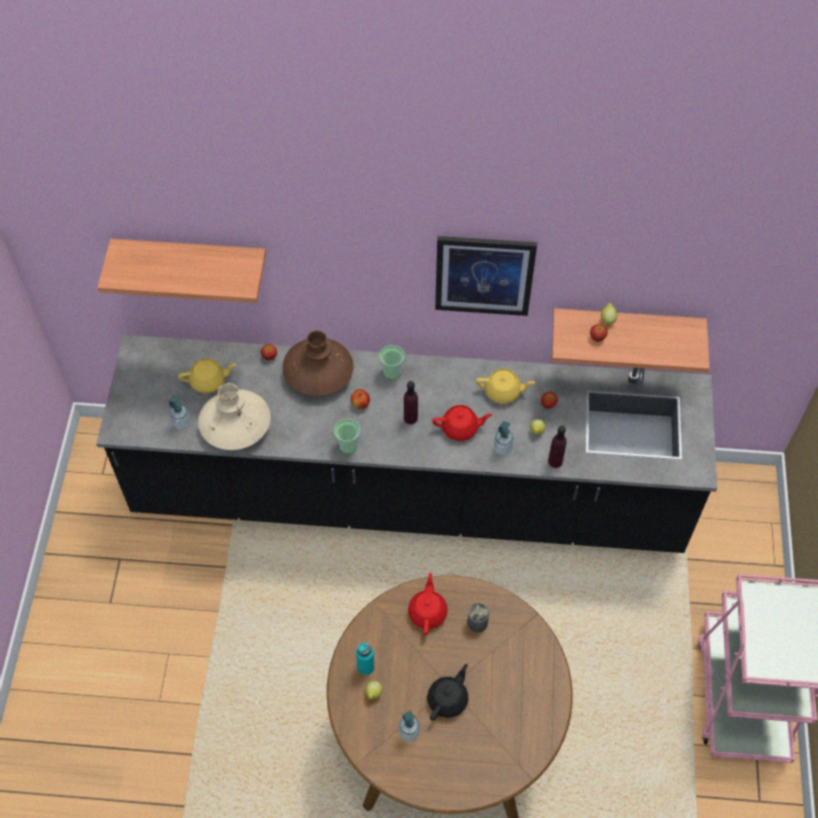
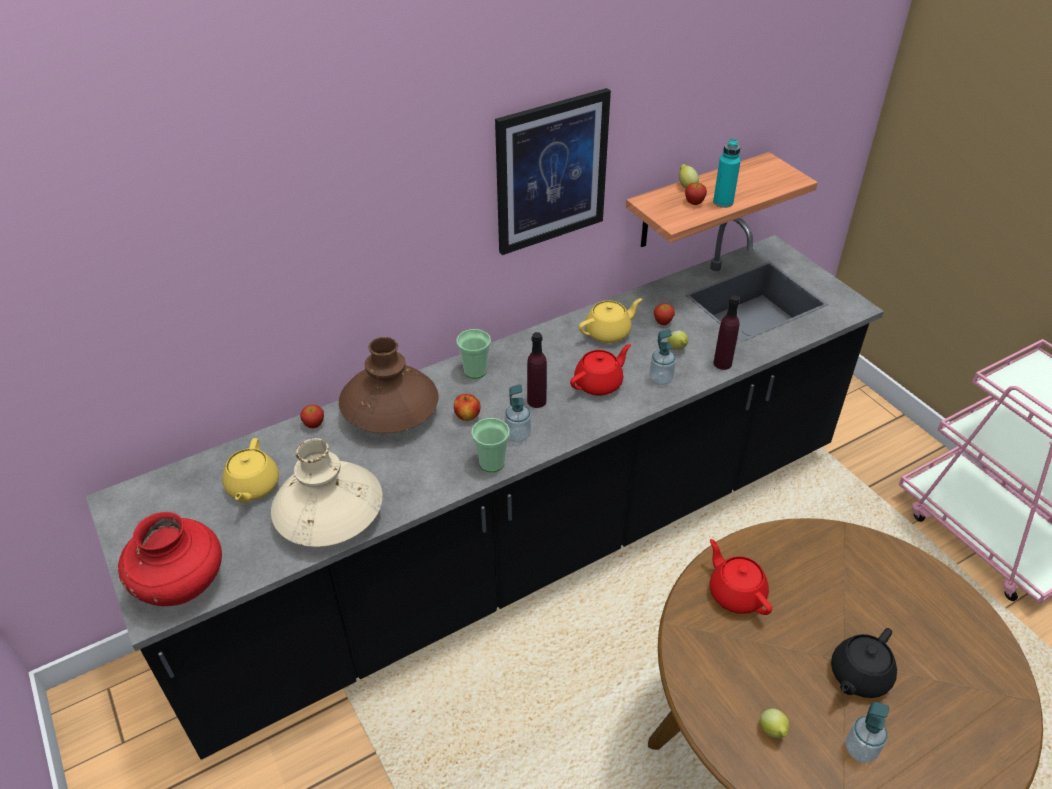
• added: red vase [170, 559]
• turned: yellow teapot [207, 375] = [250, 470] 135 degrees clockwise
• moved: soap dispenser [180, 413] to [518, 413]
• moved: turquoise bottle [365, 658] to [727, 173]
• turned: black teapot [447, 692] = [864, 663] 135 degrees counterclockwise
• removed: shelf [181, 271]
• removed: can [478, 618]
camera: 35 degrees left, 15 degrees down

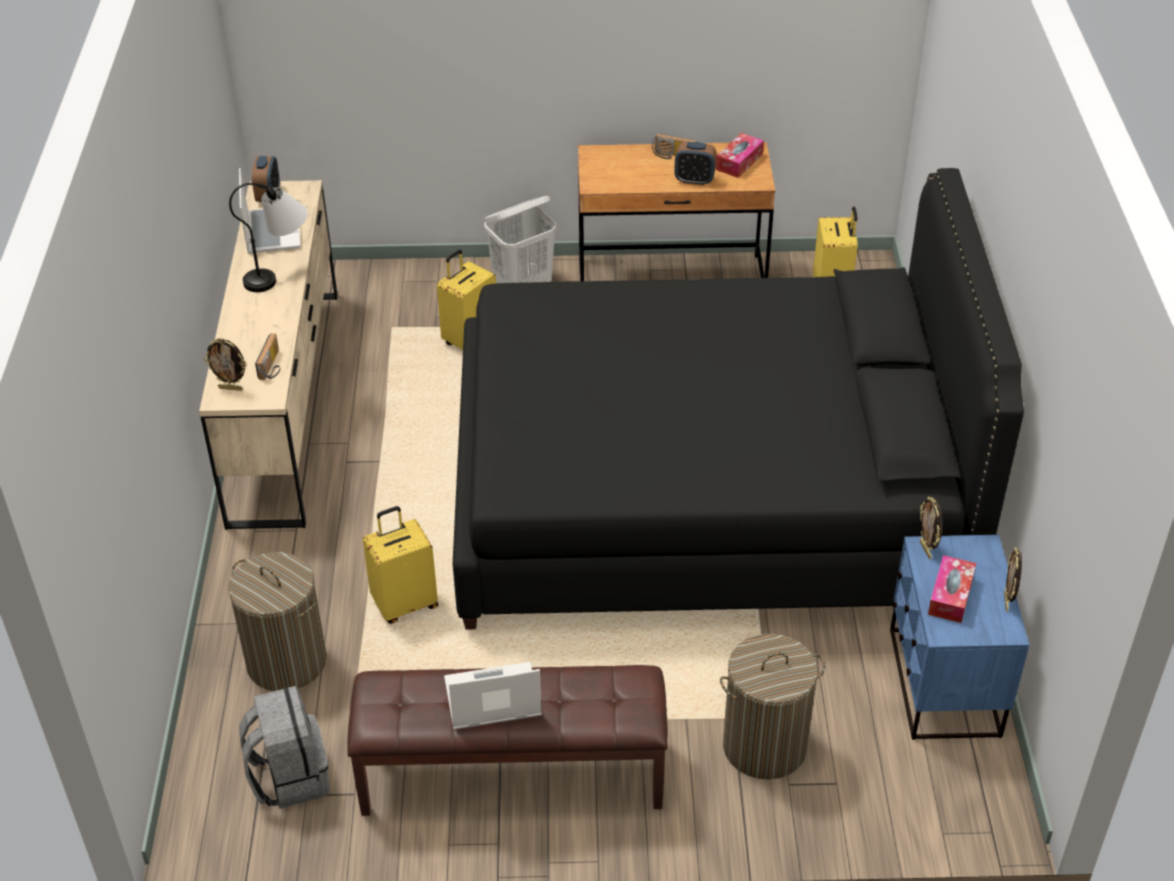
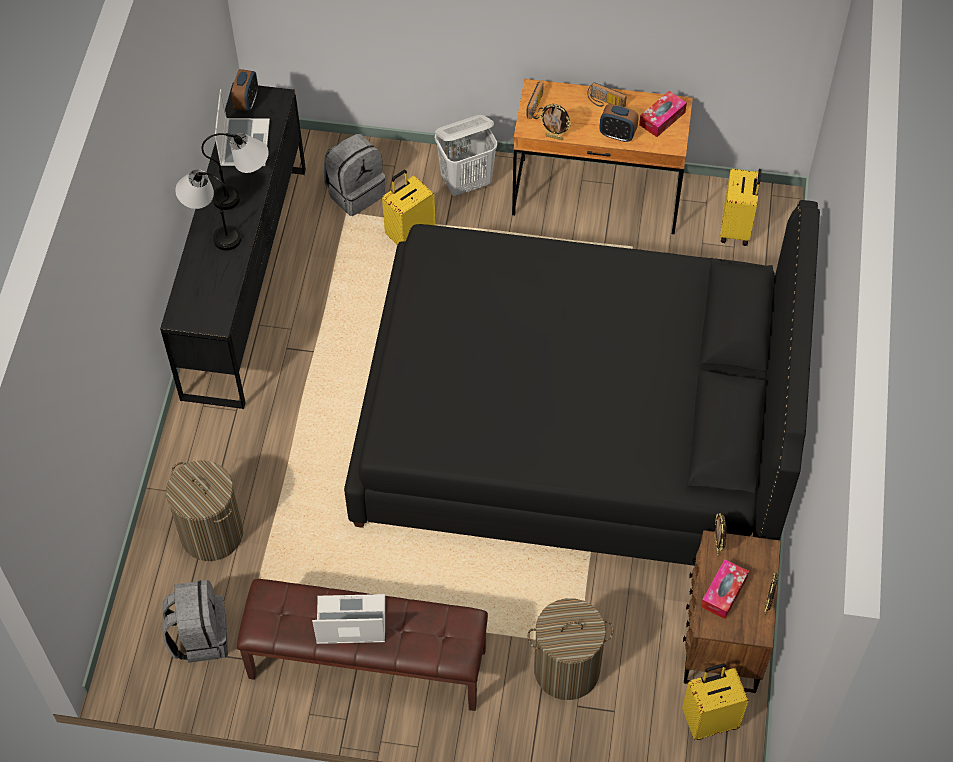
• recoloured: beige dresser [268, 355] to black dresser [233, 246]
• added: table lamp [208, 210]
• added: grey backpack [354, 175]
• moved: radio [267, 356] to [535, 100]
• moved: picture frame [225, 364] to [555, 122]
• moved: yellow suitcase [400, 565] to [715, 702]
• recoloured: blue nightstand [960, 637] to brown nightstand [732, 611]
camera: 10 degrees right, 15 degrees up

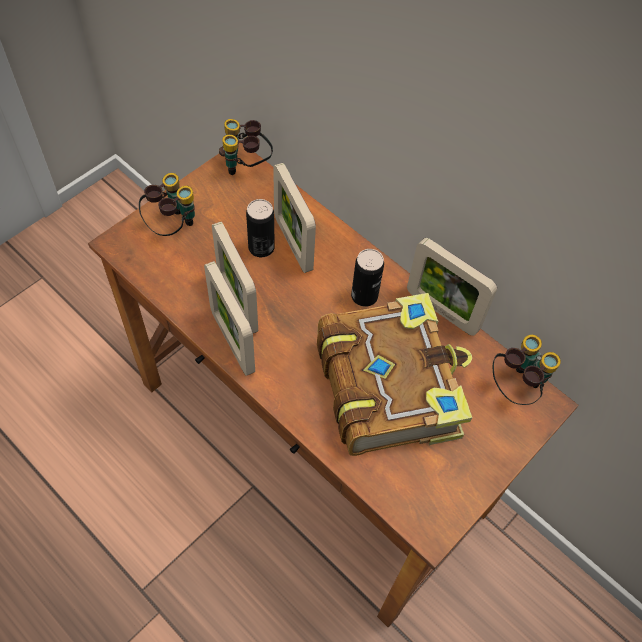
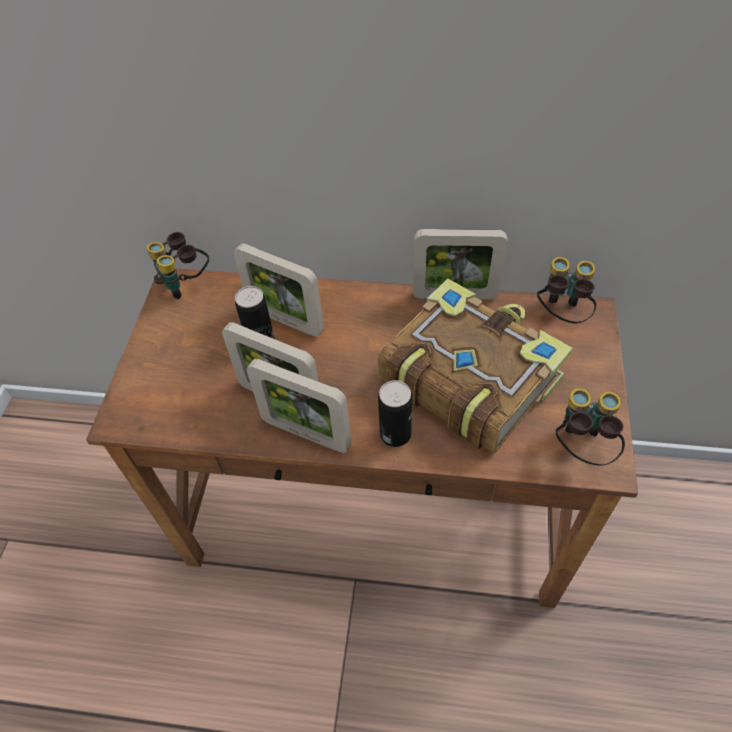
• moved: can [367, 278] to [395, 413]
• moved: binoculars [167, 204] to [590, 427]
camera: 30 degrees left, 5 degrees down

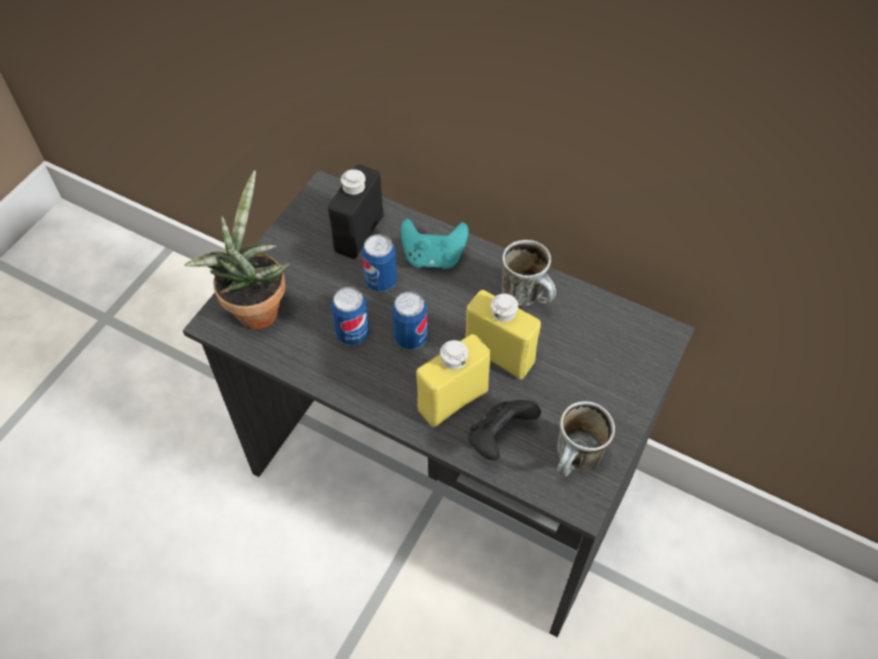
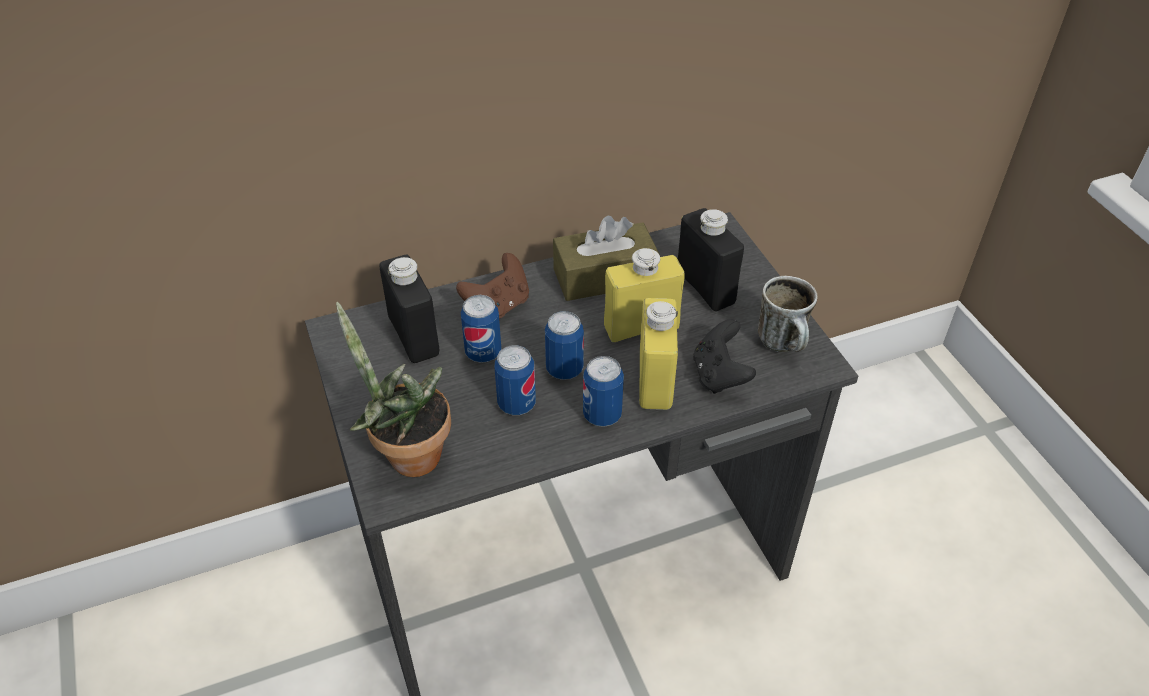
• recoloured: turquoise game controller [434, 244] to brown game controller [492, 286]
• replaced: mug [529, 273] to brown tissue box [606, 258]
• added: can [603, 391]
• added: black bottle [711, 259]
camera: 50 degrees left, 10 degrees down

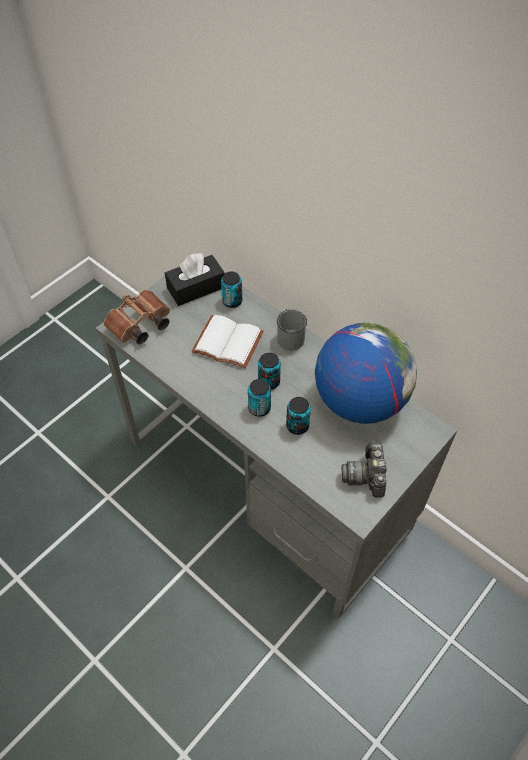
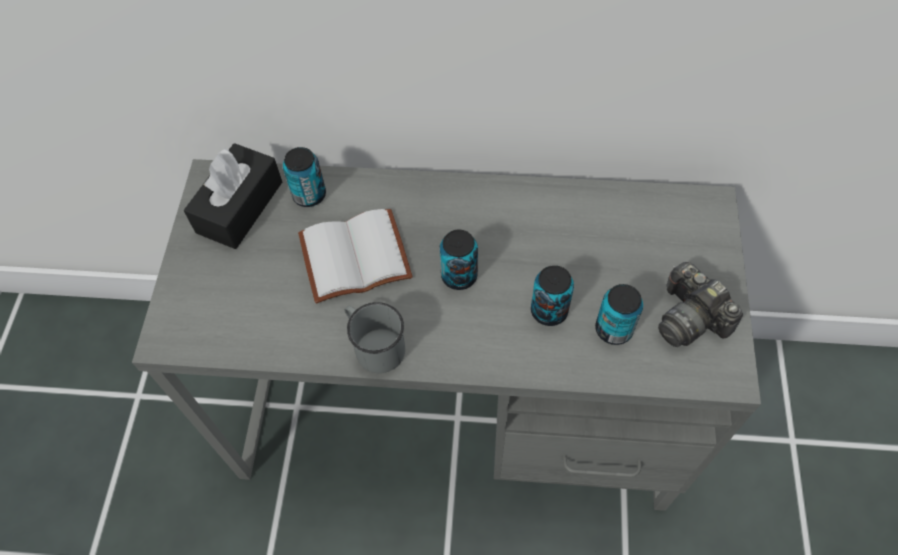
• moved: grey mug [292, 329] to [375, 337]
• moved: can [259, 398] to [619, 314]
• removed: brown binoculars [137, 317]
• removed: globe [366, 373]
camera: 35 degrees left, 5 degrees up

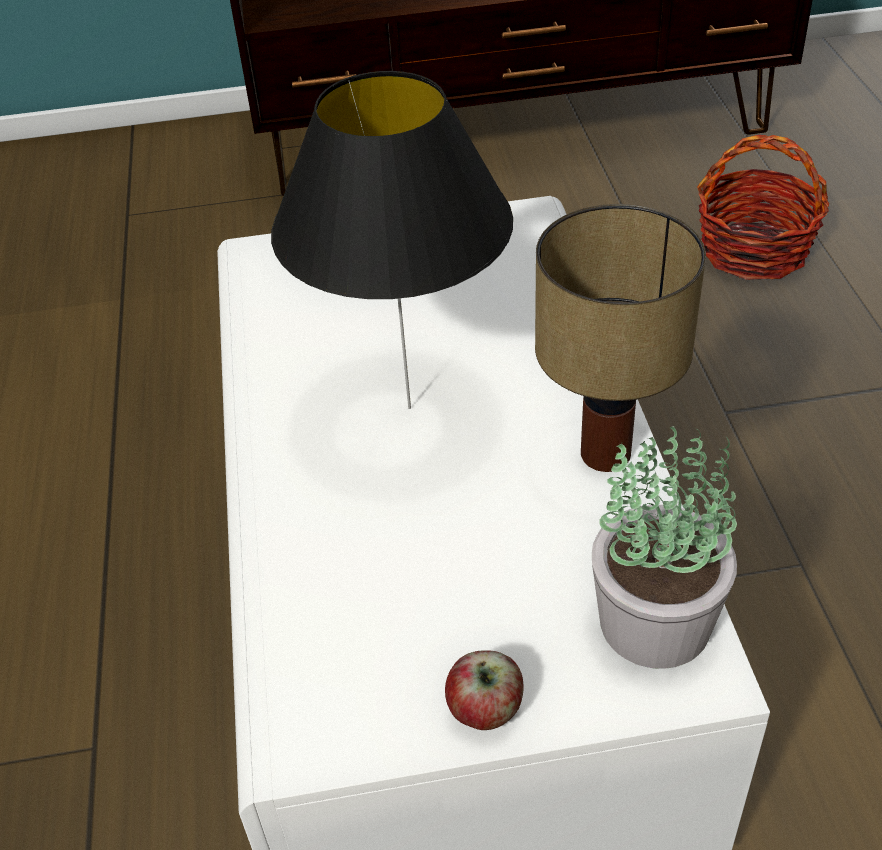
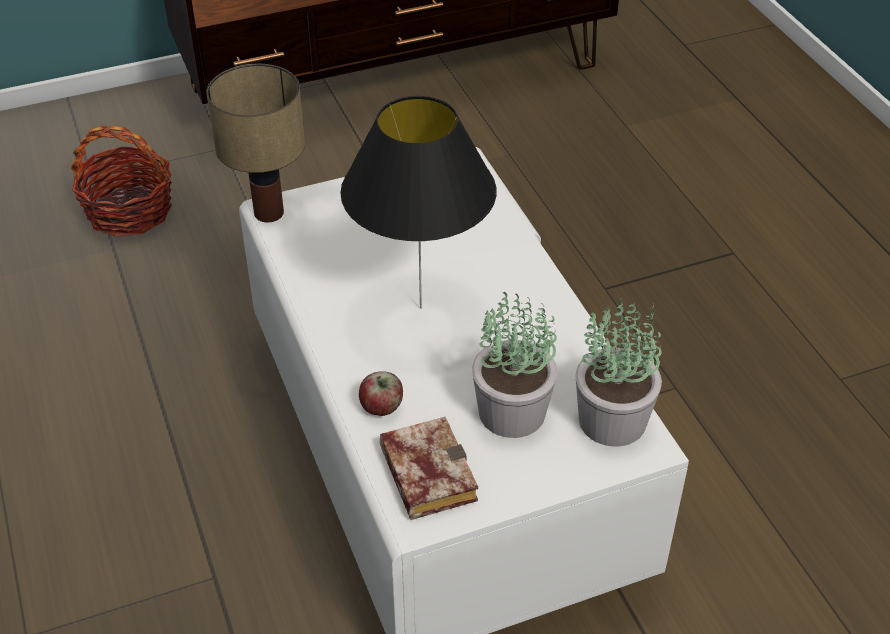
• moved: basket [763, 207] to [121, 181]
• moved: table lamp [620, 338] to [255, 143]
• moved: apple [484, 690] to [381, 393]
• added: book [429, 468]
• added: potted plant [514, 365]
camera: 15 degrees left, 0 degrees up

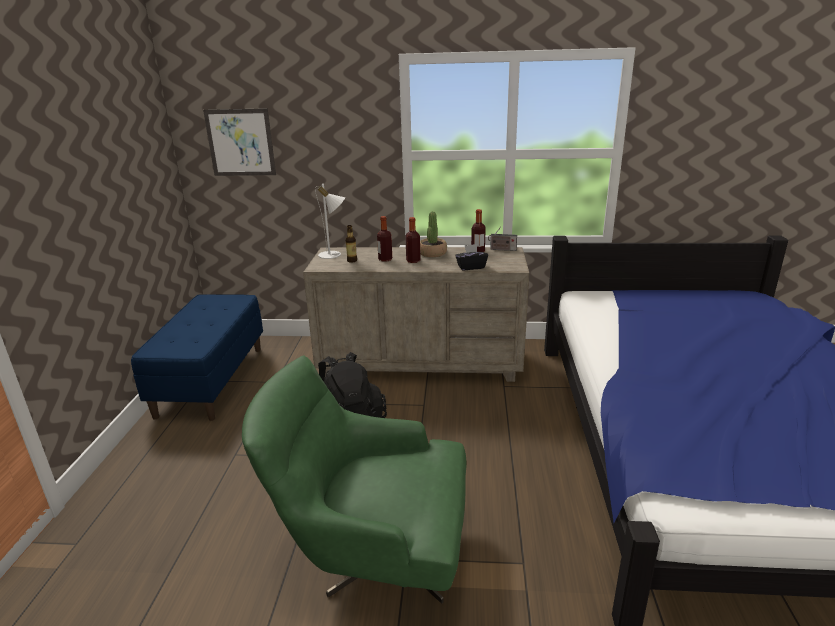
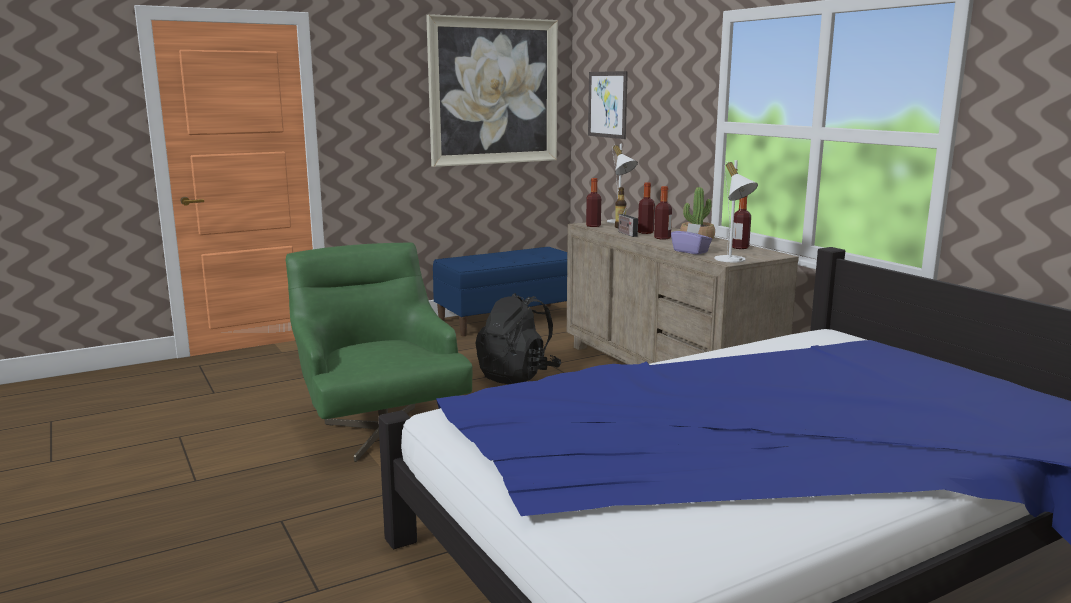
• added: picture [492, 90]
• added: bottle [593, 202]
• moved: radio [502, 239] to [628, 221]
• recoloured: black tissue box [471, 257] to purple tissue box [691, 239]
• added: white table lamp [736, 211]
camera: 55 degrees right, 10 degrees down

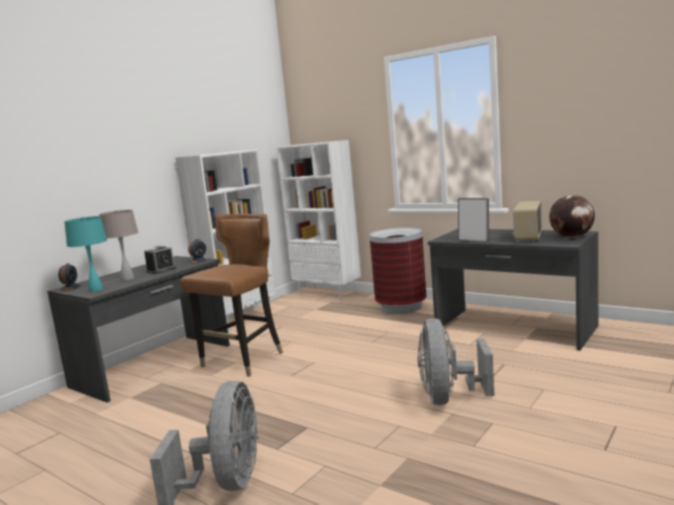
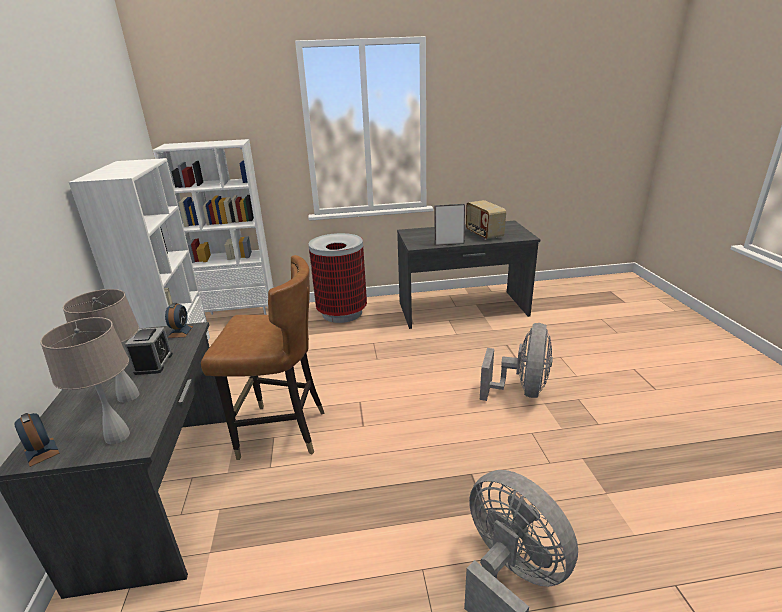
• recoloured: turquoise table lamp [85, 254] to beige table lamp [85, 380]
• turned: brown chair [231, 295] = [263, 357] 105 degrees clockwise
• turned: grey fan [455, 361] = [516, 362] 120 degrees counterclockwise
• removed: globe [572, 216]
camera: 45 degrees left, 15 degrees up

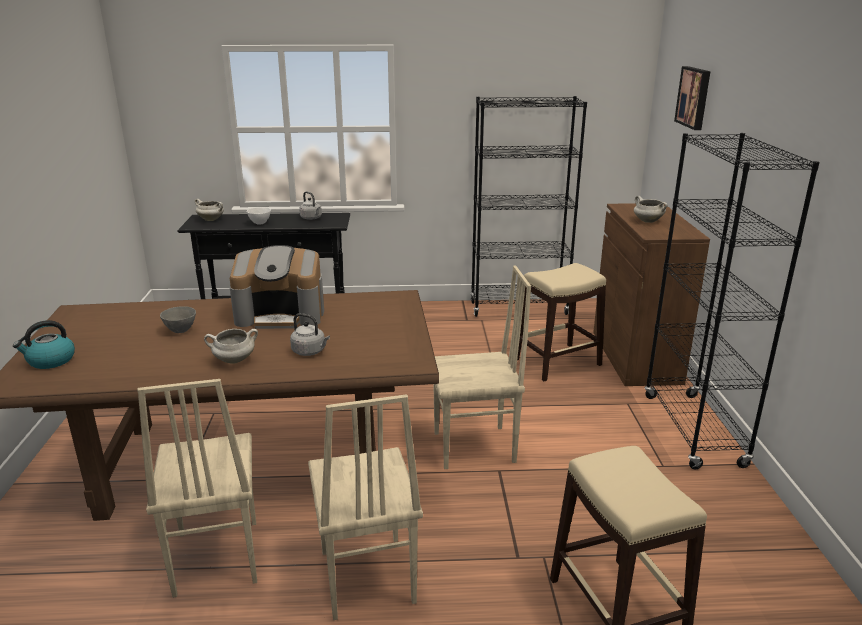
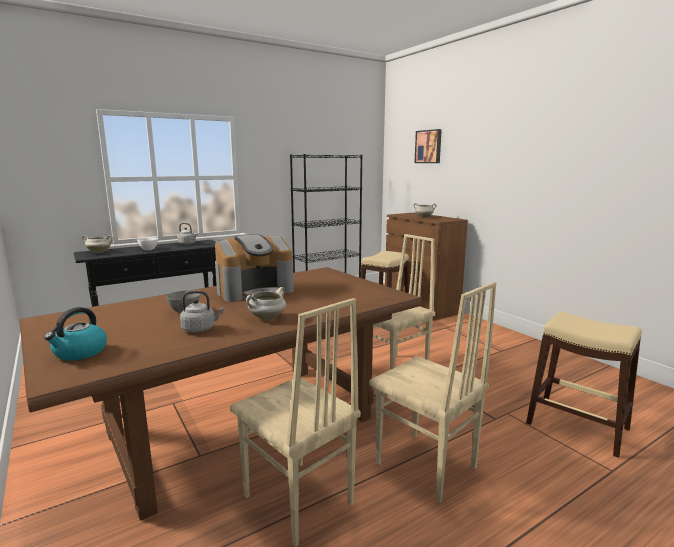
• moved: grey kettle [310, 334] to [201, 312]
• removed: black bookcase [732, 301]
camera: 30 degrees left, 10 degrees down

